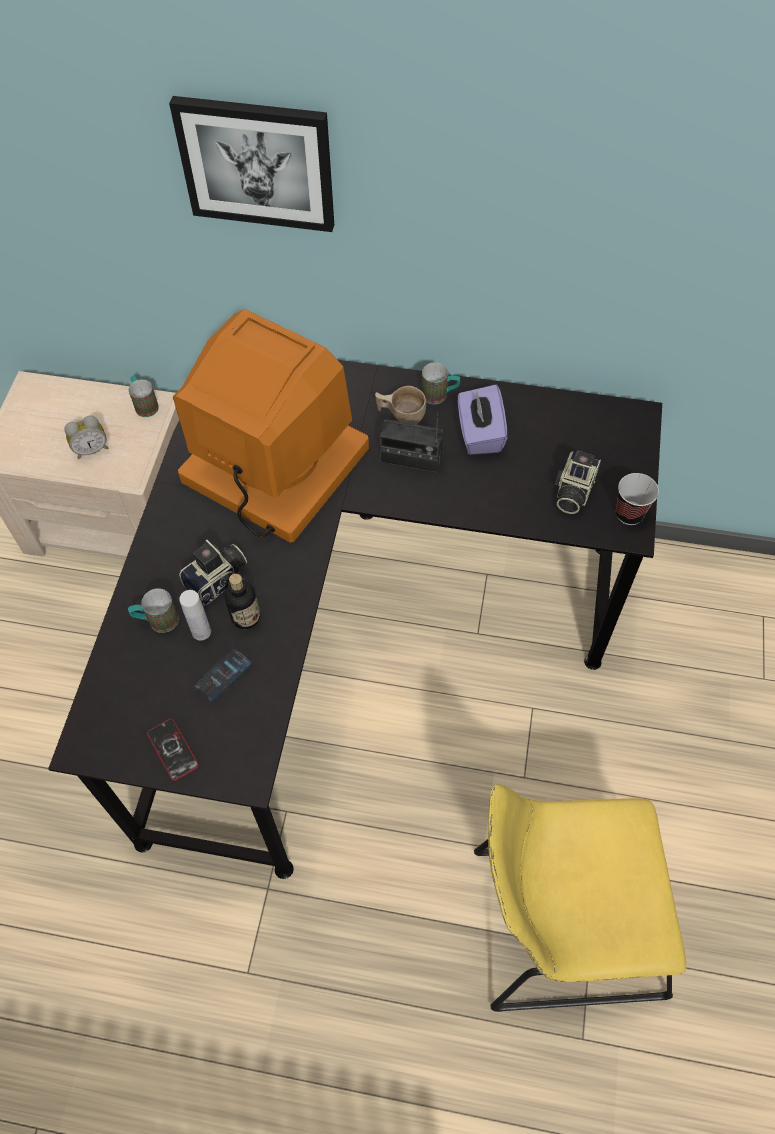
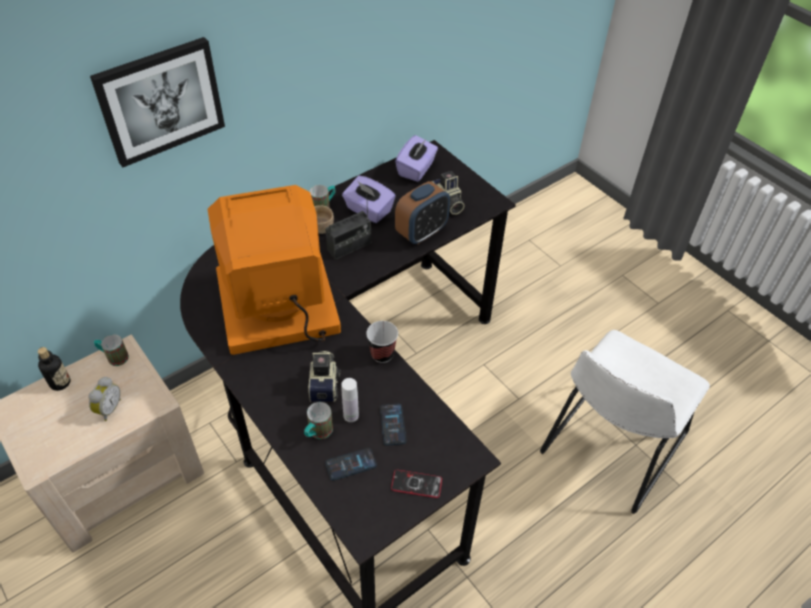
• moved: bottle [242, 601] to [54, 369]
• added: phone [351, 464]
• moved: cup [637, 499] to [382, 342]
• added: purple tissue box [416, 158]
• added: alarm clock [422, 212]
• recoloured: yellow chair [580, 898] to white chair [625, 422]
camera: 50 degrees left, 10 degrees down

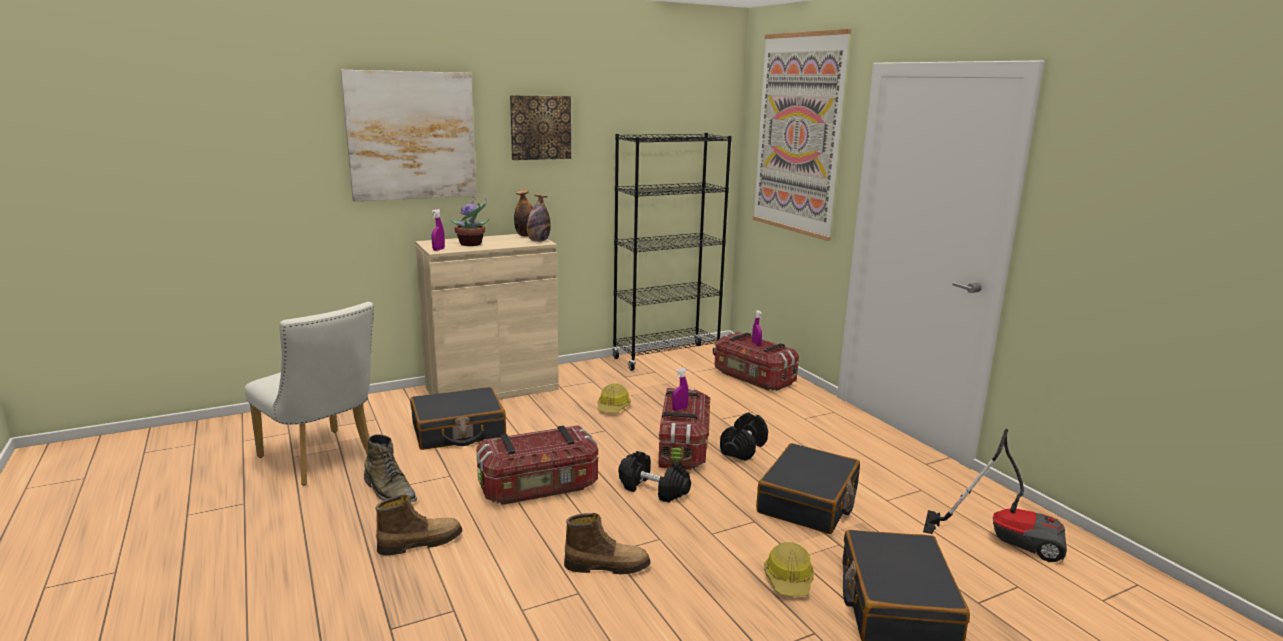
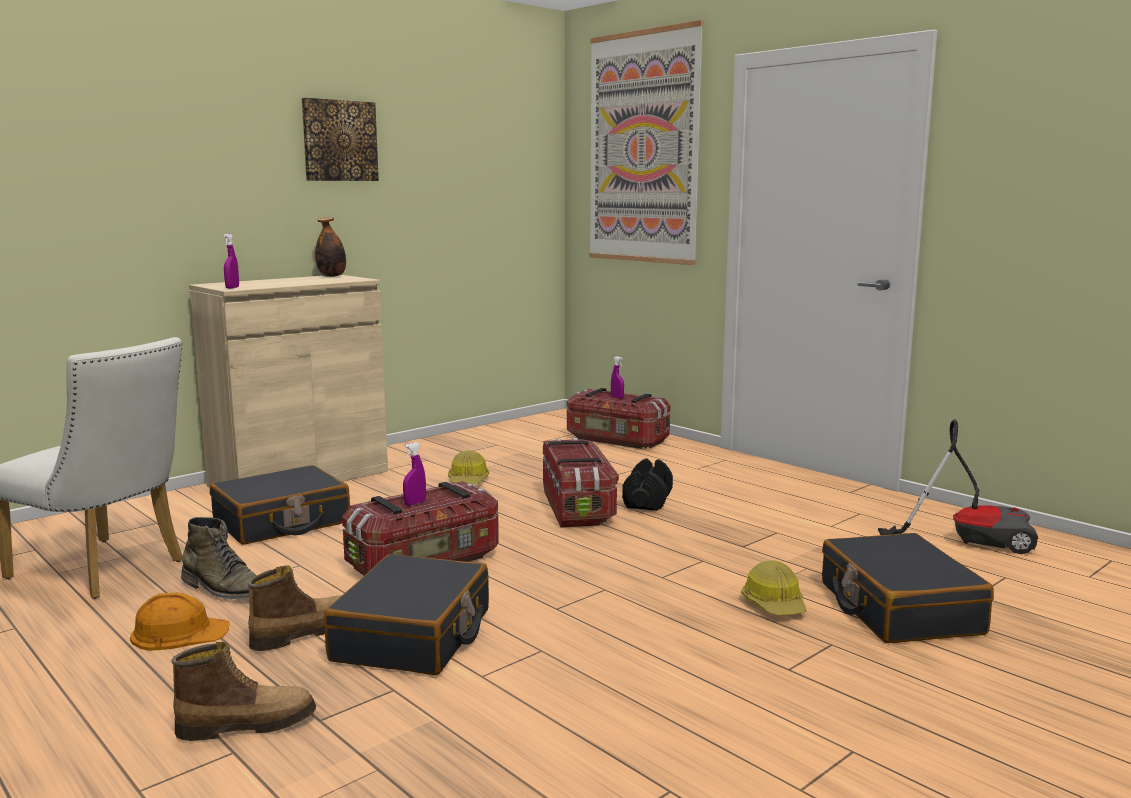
• added: orange hard hat [179, 622]
• moved: boot [607, 543] to [244, 691]
• moved: black suitcase [808, 488] to [406, 614]
• moved: purple spray bottle [680, 389] to [414, 474]
• removed: picture [408, 136]
• removed: potted plant [469, 221]
• removed: bottle [538, 218]
• removed: black bookcase [672, 252]
• removed: black dumbbell [654, 477]
camera: 15 degrees left, 5 degrees down

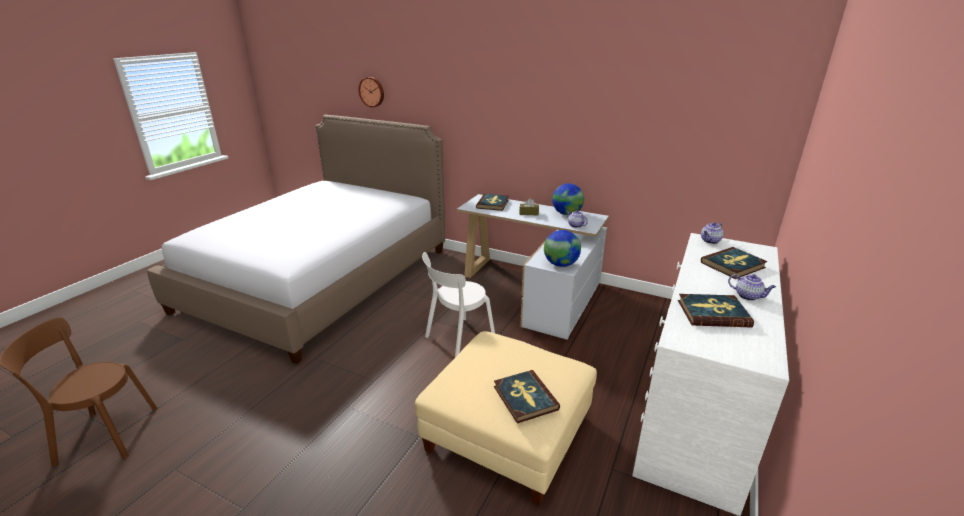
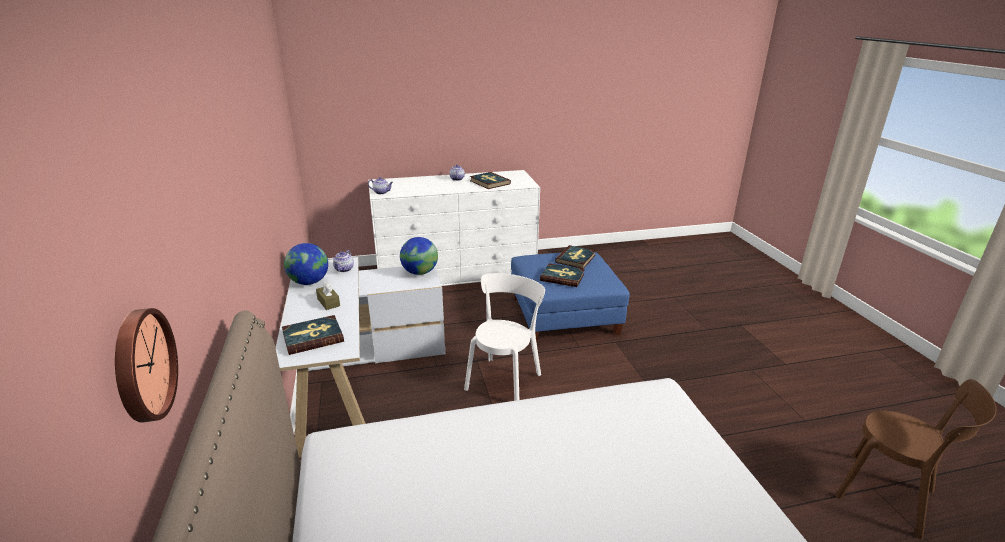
• turned: white chair [458, 304] = [504, 337] 75 degrees counterclockwise
• recoloured: beige ottoman [506, 418] to blue ottoman [570, 297]
• moved: book [734, 263] to [562, 275]
camera: 130 degrees left, 0 degrees up

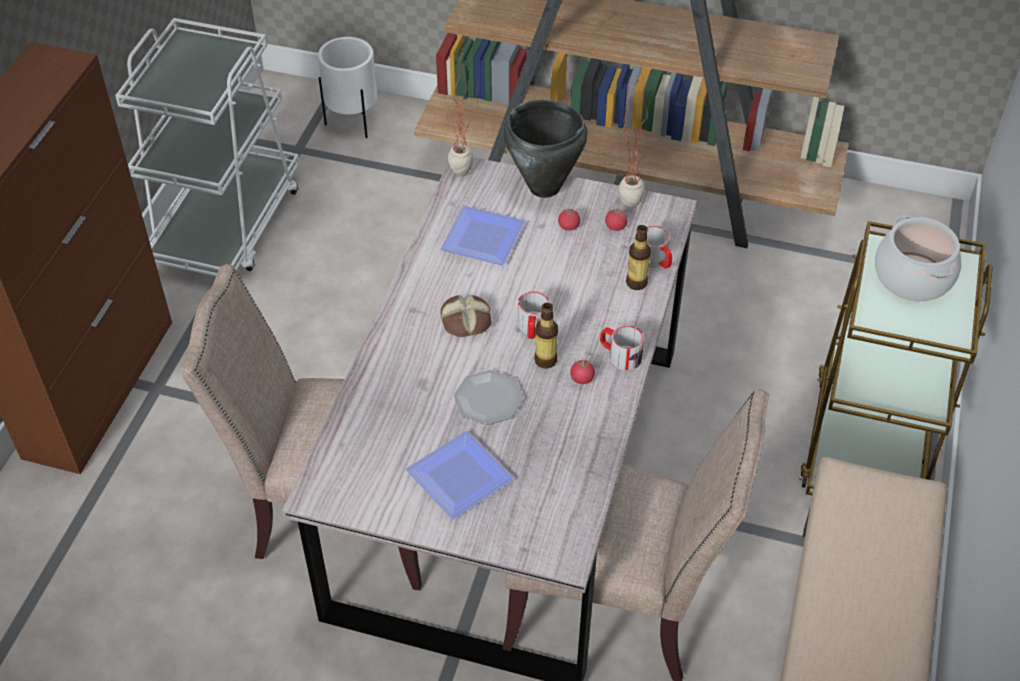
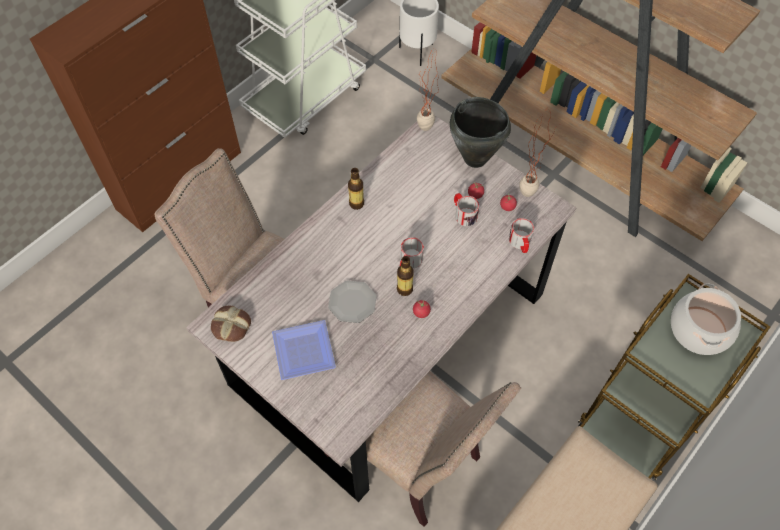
• moved: bread [466, 316] to [231, 324]
• moved: bottle [638, 257] to [356, 189]
• moved: mug [622, 348] to [466, 209]
• removed: plate [483, 236]
camera: 25 degrees right, 10 degrees up

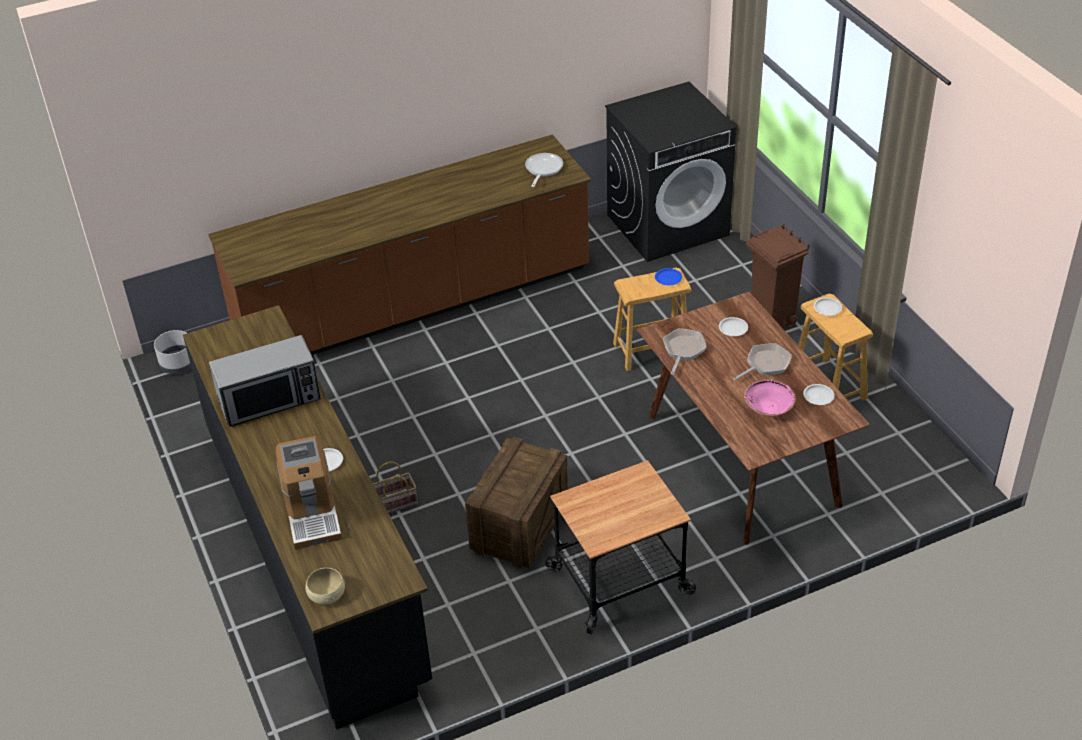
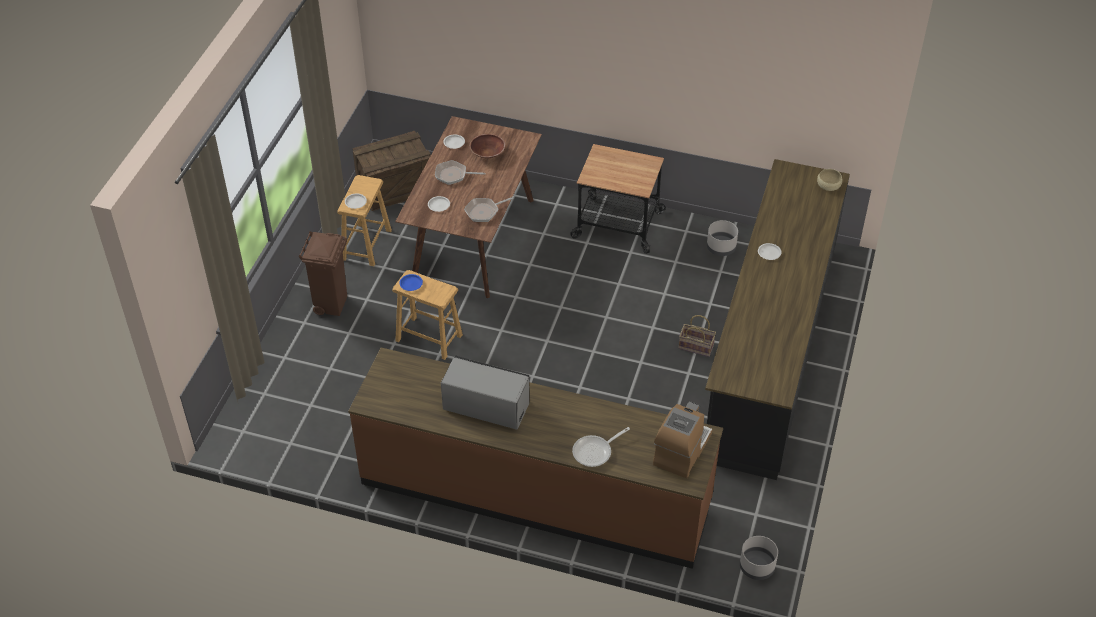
• moved: crate [516, 503] to [391, 171]
• moved: microwave [265, 381] to [485, 392]
• recoloured: pink bowl [770, 397] to brown bowl [487, 146]
• moved: frying pan [544, 170] to [601, 447]
• moved: coffee machine [309, 493] to [683, 440]
• added: grey planter [722, 238]
• removed: black washing machine [670, 171]
camera: 140 degrees left, 5 degrees up

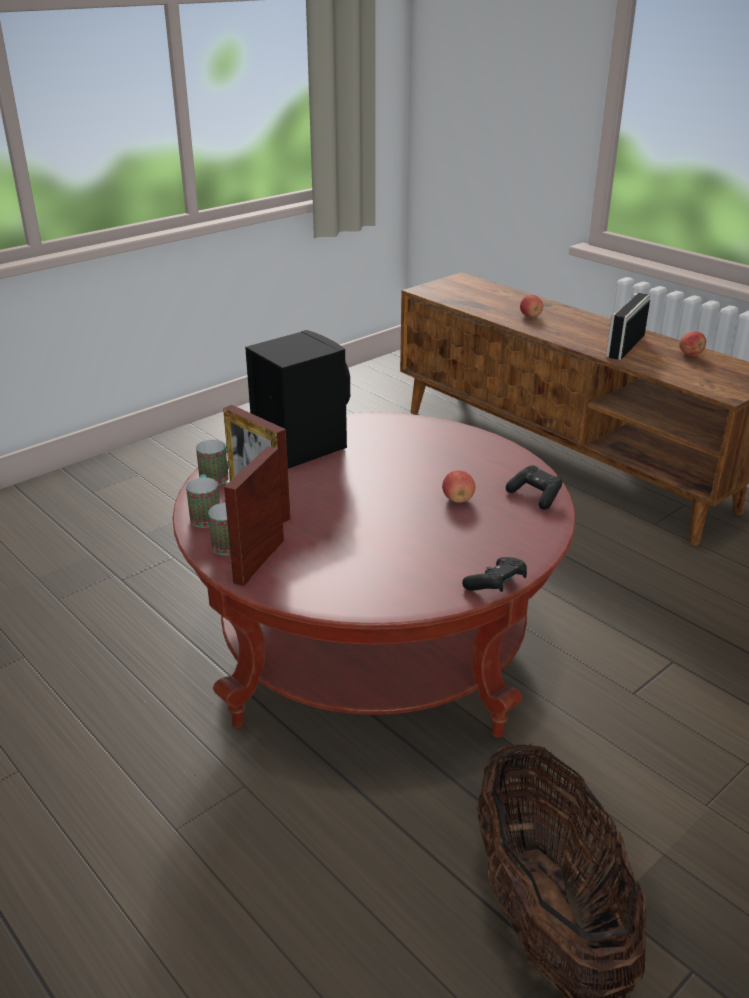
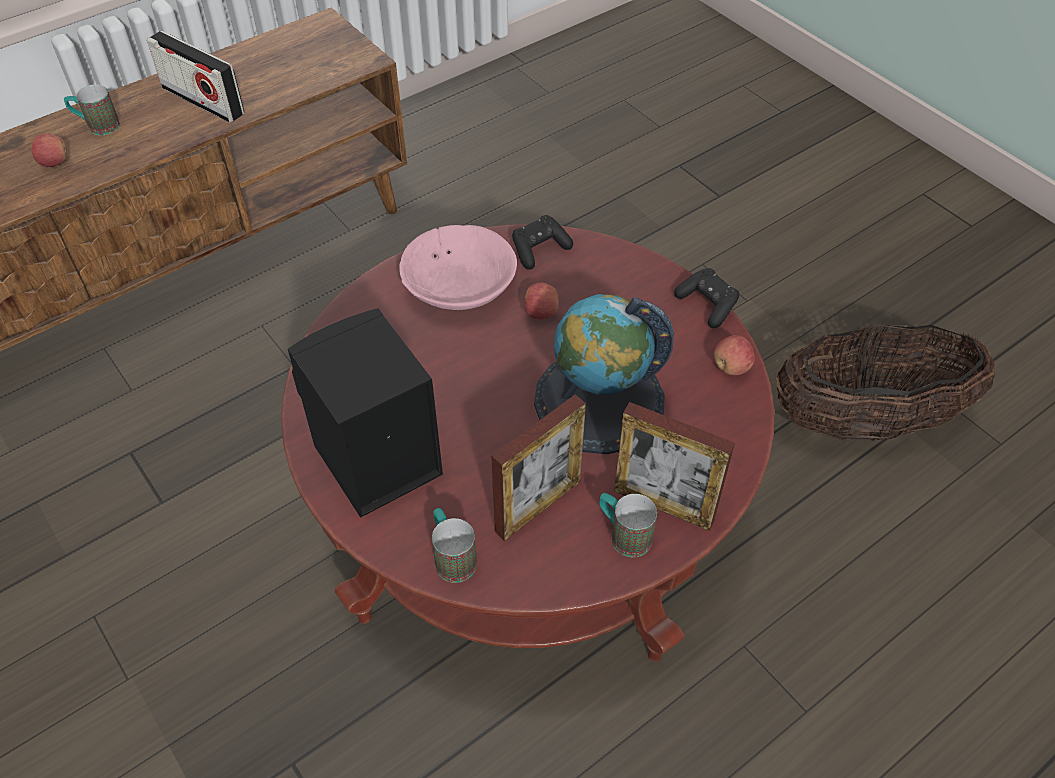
• moved: mug [203, 501] to [92, 109]
• added: pink bowl [458, 267]
• added: globe [604, 374]
• moved: apple [692, 343] to [734, 355]
camera: 85 degrees left, 20 degrees up

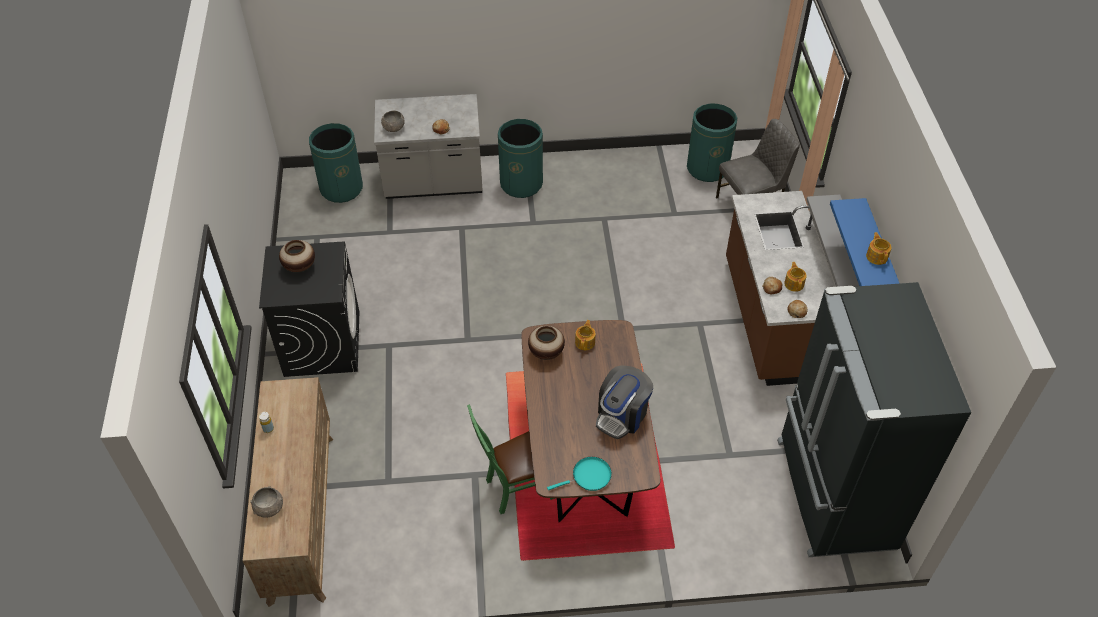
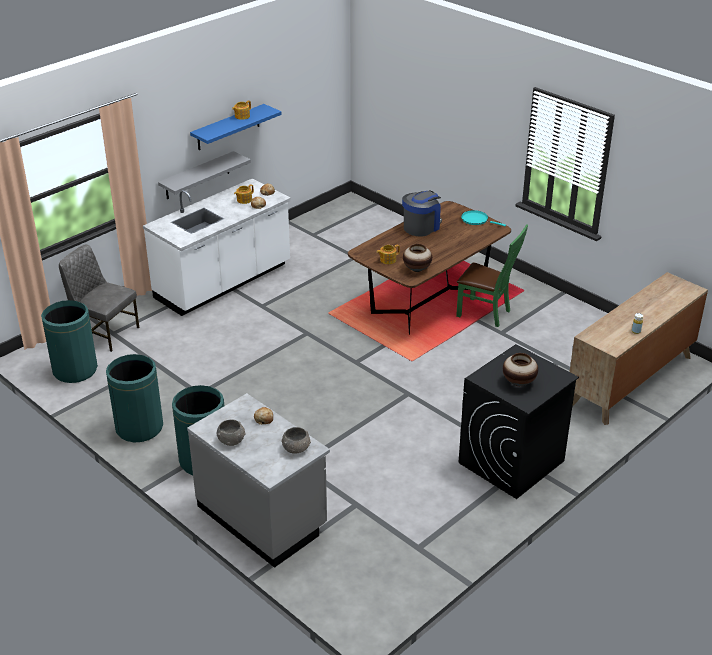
• moved: green trash can [336, 163] to [134, 398]
• recoloured: brown counter [780, 288] to white counter [217, 247]
• moved: grey bowl [266, 502] to [231, 432]
• turned: coffee machine [624, 402] = [422, 214] 45 degrees counterclockwise
• removed: black fridge [874, 419]
camera: 130 degrees left, 15 degrees down

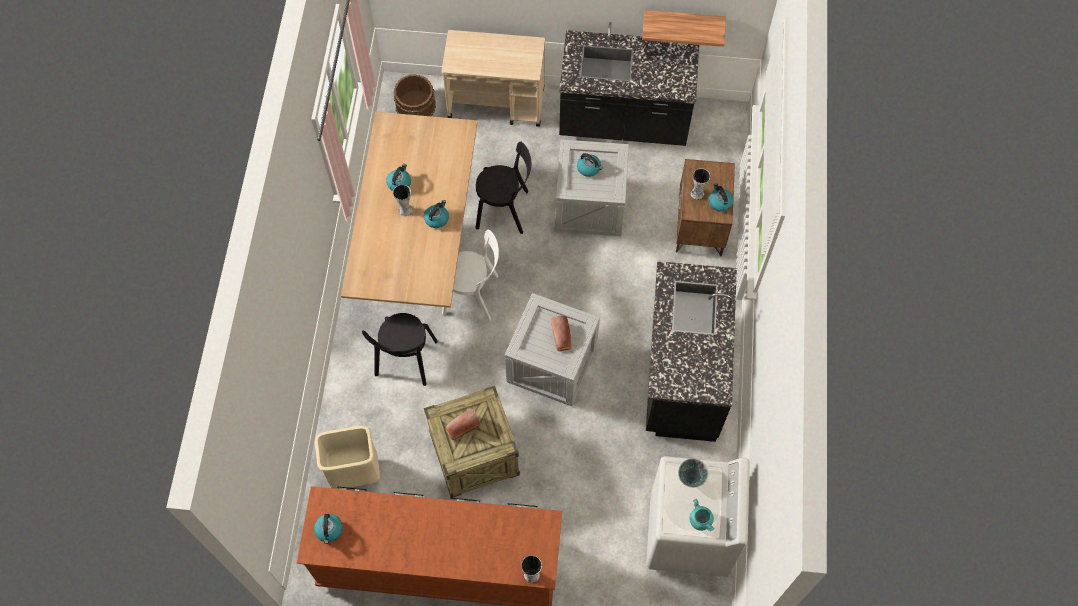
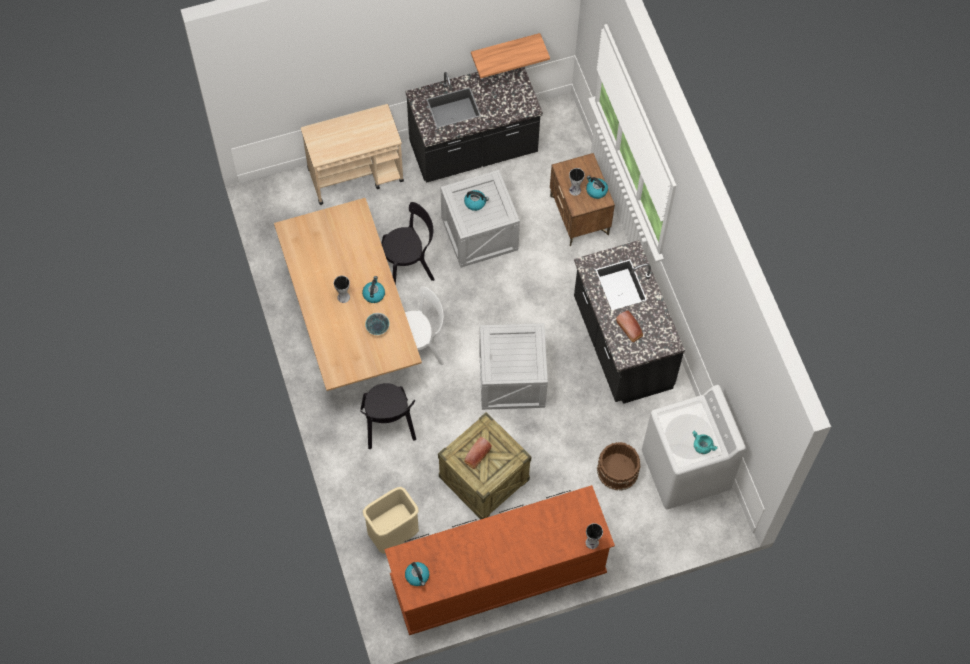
• moved: bowl [693, 473] to [377, 324]
• moved: brown bucket [415, 95] to [619, 466]
• moved: bread [561, 333] to [629, 326]
• removed: kettle [398, 177]
camera: 25 degrees left, 0 degrees up

